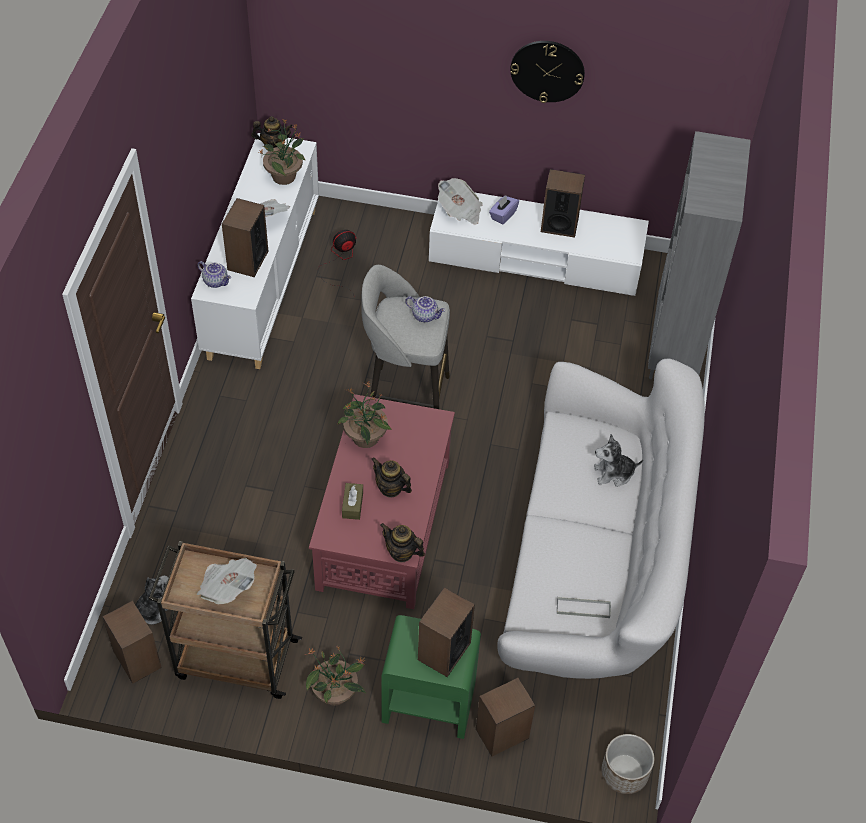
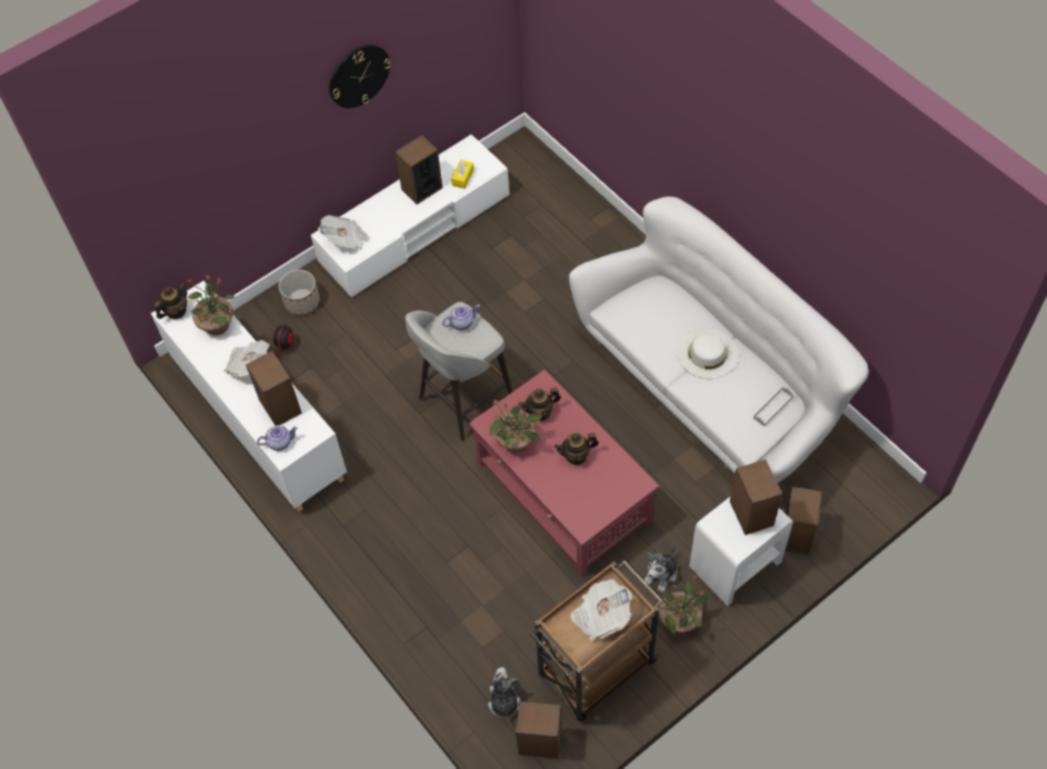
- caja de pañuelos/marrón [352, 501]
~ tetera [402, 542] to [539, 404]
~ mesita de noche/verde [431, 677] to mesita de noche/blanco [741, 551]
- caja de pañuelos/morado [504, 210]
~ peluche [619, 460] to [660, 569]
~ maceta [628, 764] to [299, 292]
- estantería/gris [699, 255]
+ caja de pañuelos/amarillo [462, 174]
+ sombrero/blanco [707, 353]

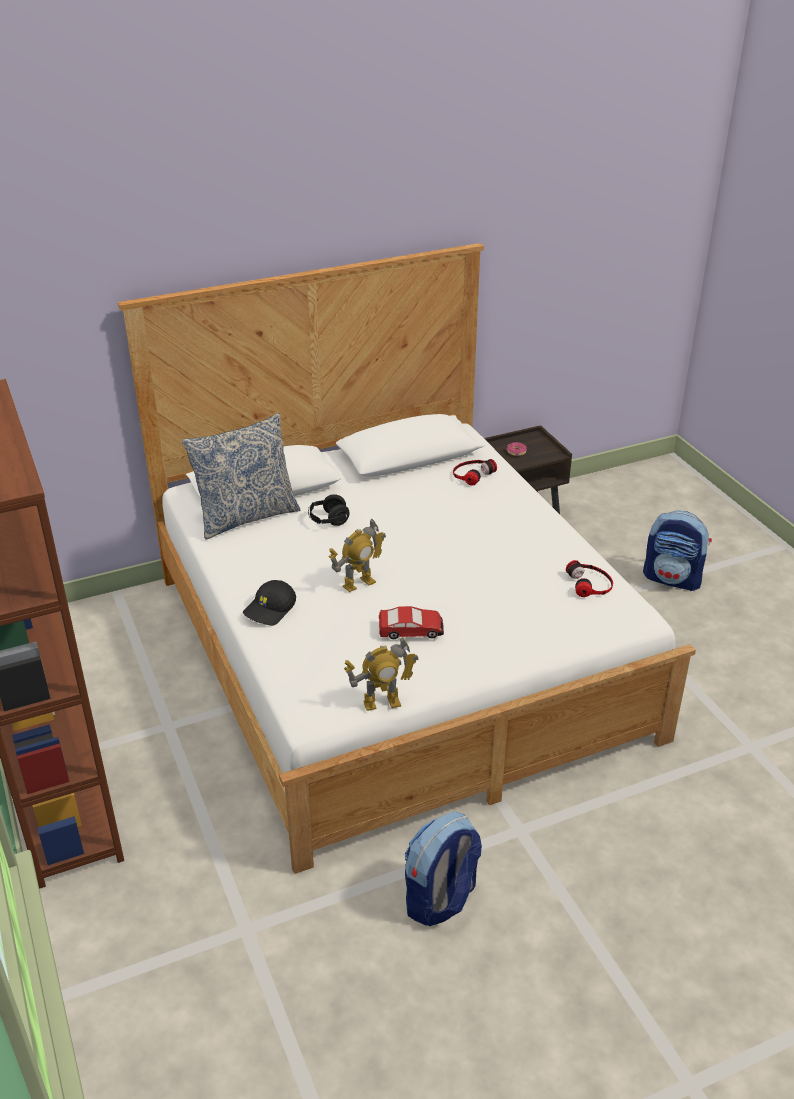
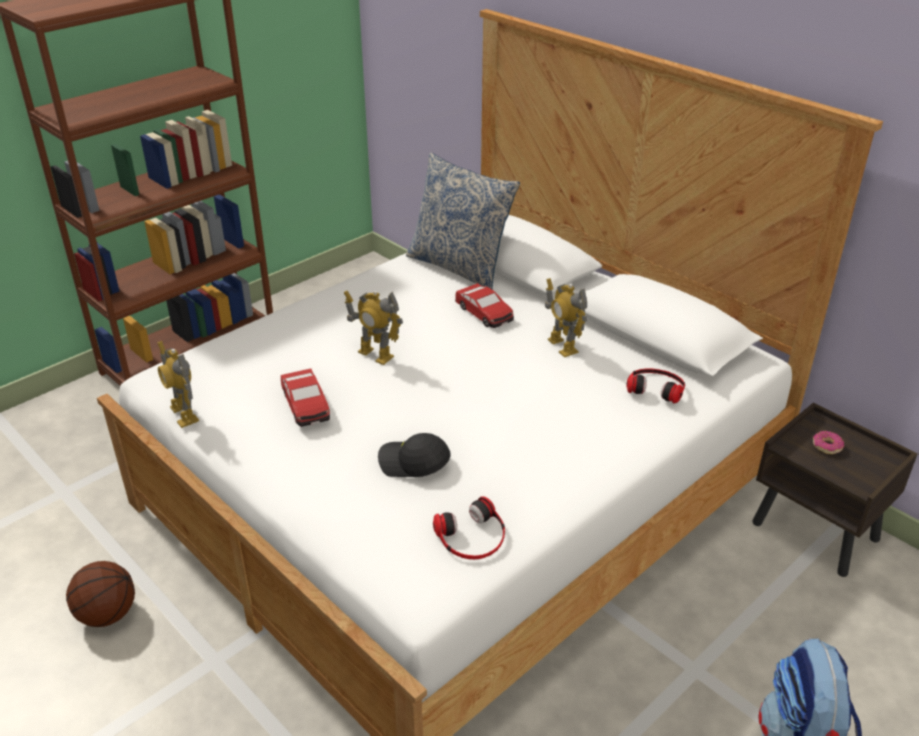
~ gorra/negro [269, 603] to [414, 455]
~ auriculares/negro [329, 510] to coche de juguete [484, 305]
~ mochila [443, 869] to balón de baloncesto [100, 594]
+ robot de juguete [566, 317]

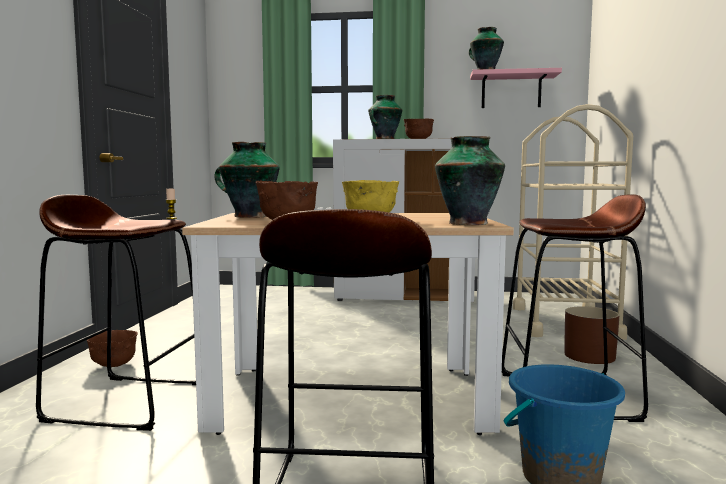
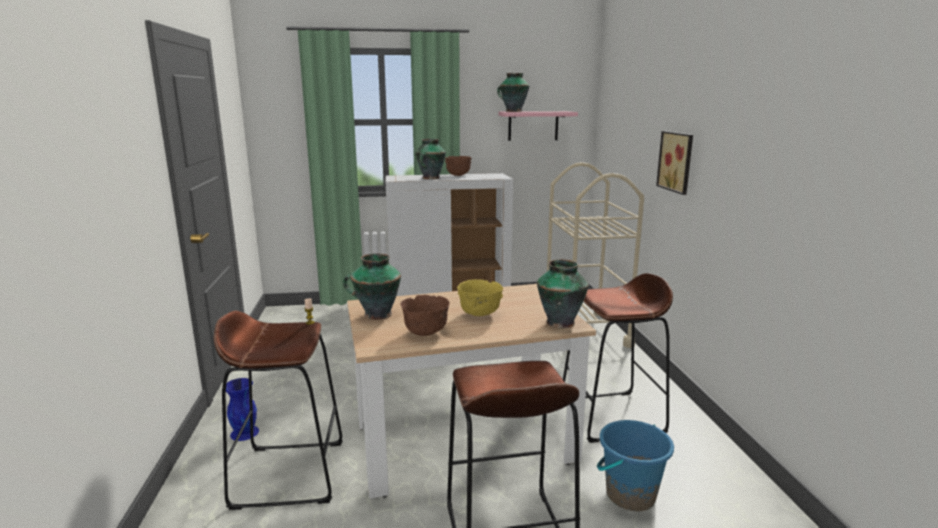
~ cuenco/marrón [112, 348] to florero/azul [242, 409]
- maceta/marrón [591, 335]
+ cuadro [674, 163]

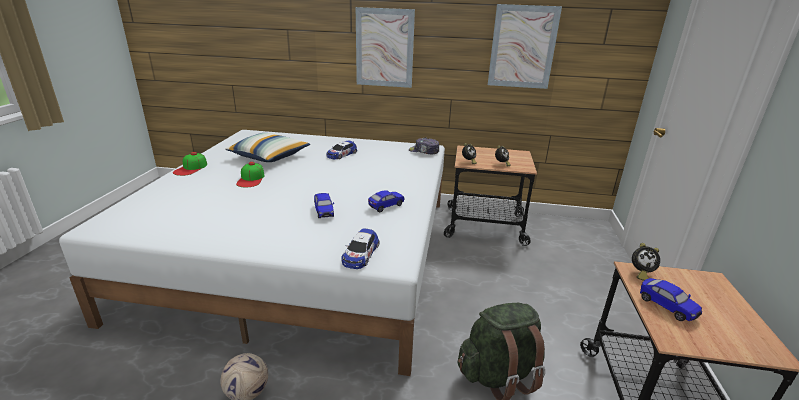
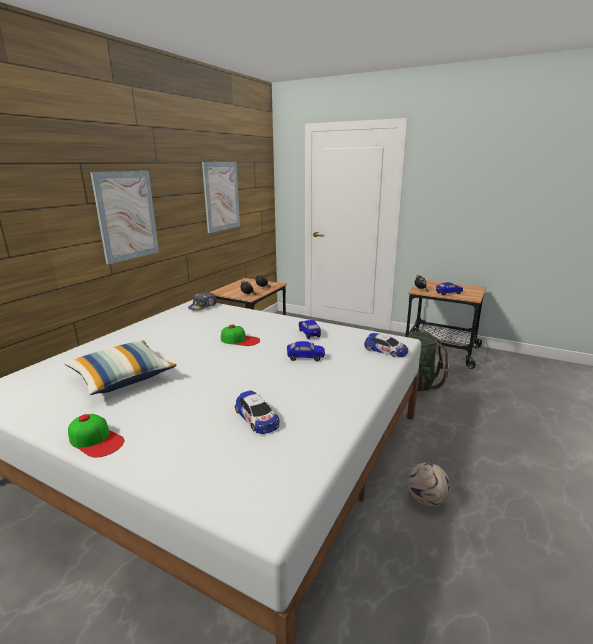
~ gorra [250, 174] to [240, 335]
~ coche de juguete [341, 150] to [257, 412]

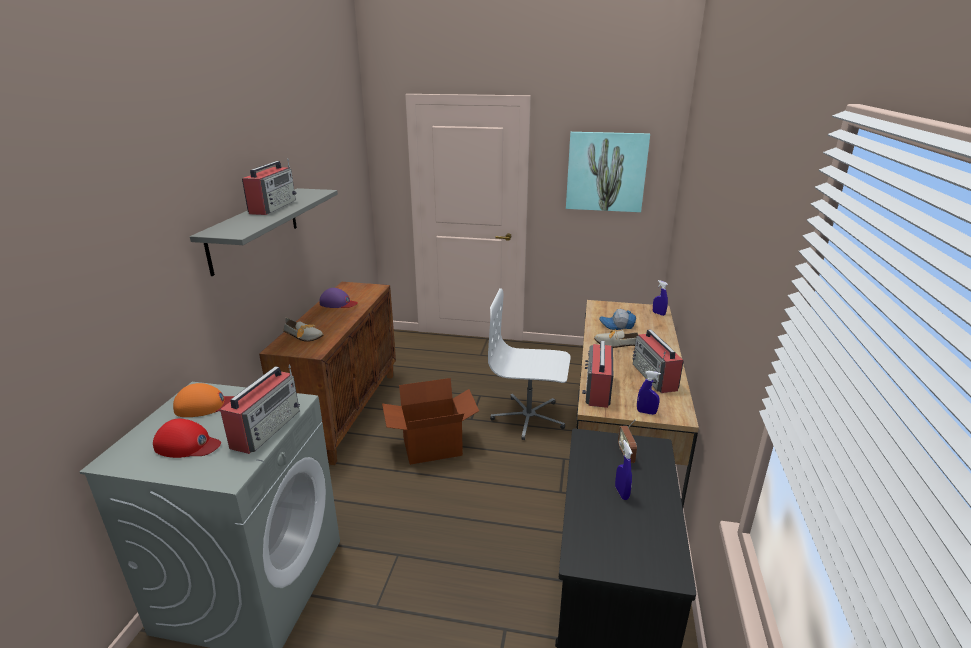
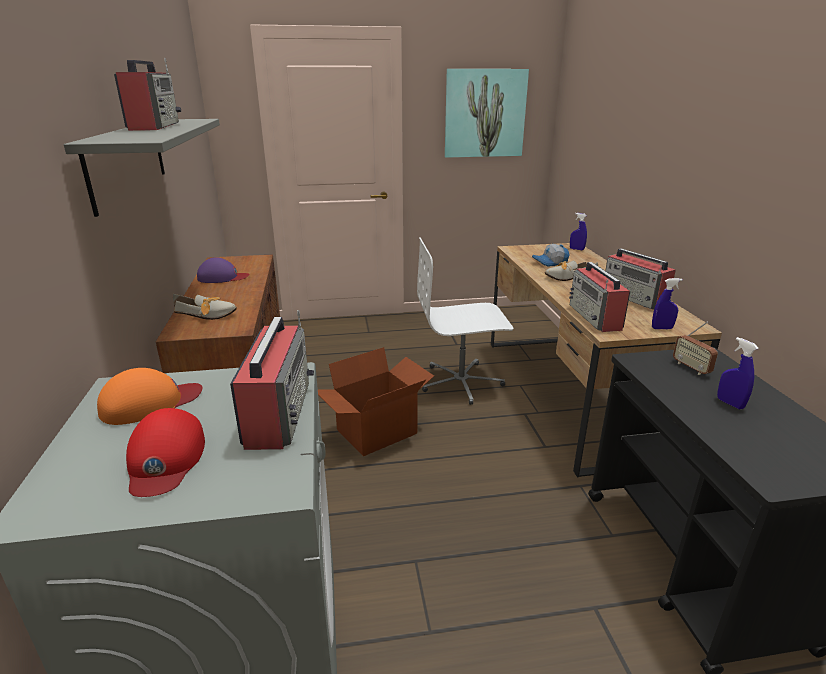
~ gorra/rojo [187, 438] = [165, 452] 90 degrees clockwise

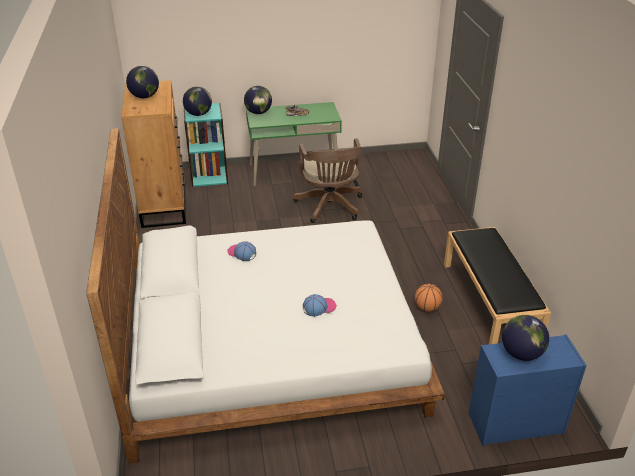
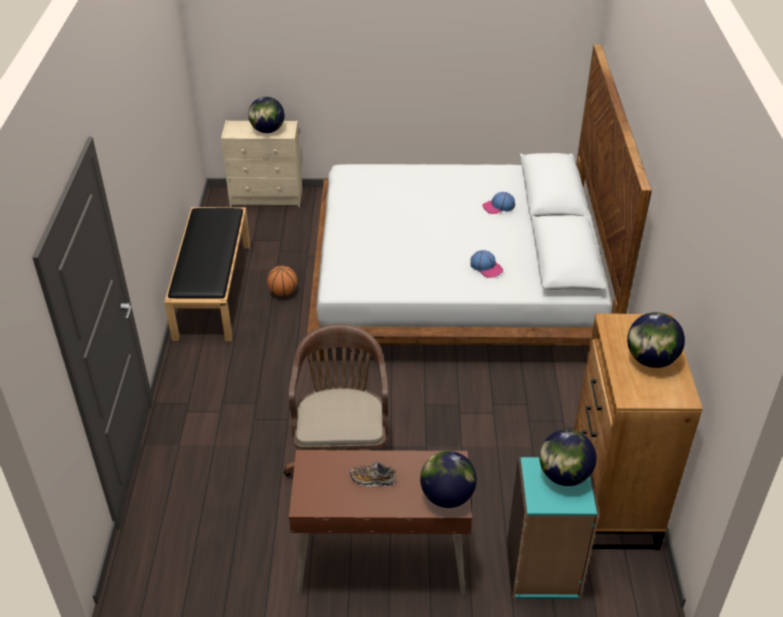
~ escritorio/verde [294, 144] to escritorio/marrón [380, 522]
~ gorra [320, 305] to [498, 203]
~ cómoda/azul [527, 390] to cómoda/beis [261, 163]

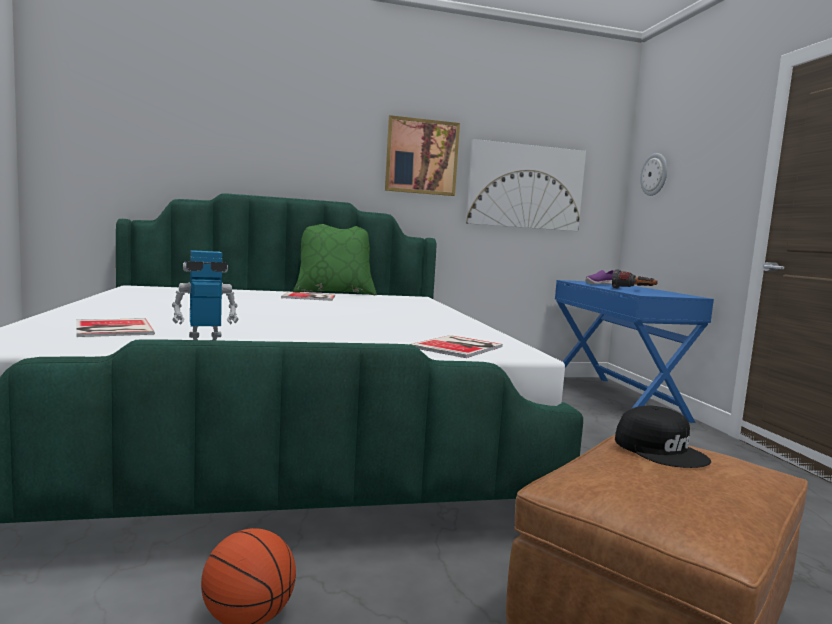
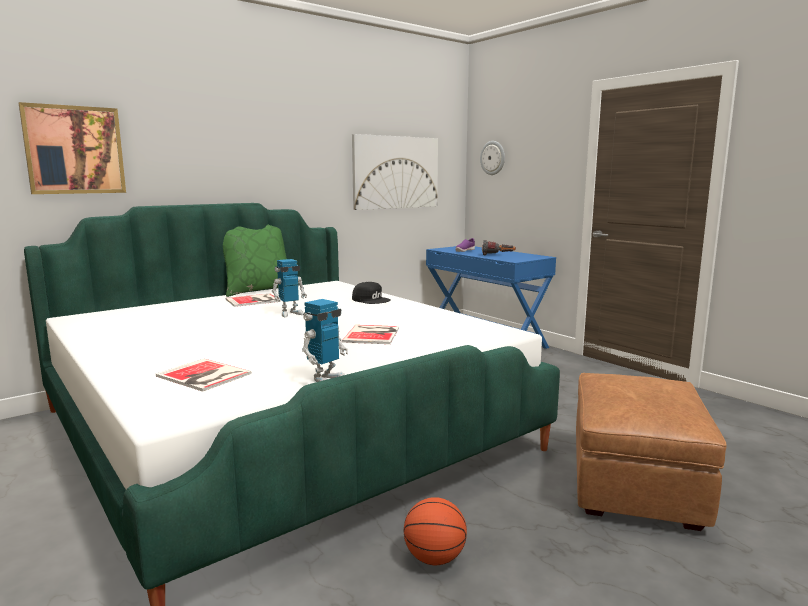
~ cuadro [422, 155] to [72, 148]
~ libro [456, 346] to [370, 334]
~ gorra/negro [663, 437] to [371, 293]
+ robot de juguete [289, 288]

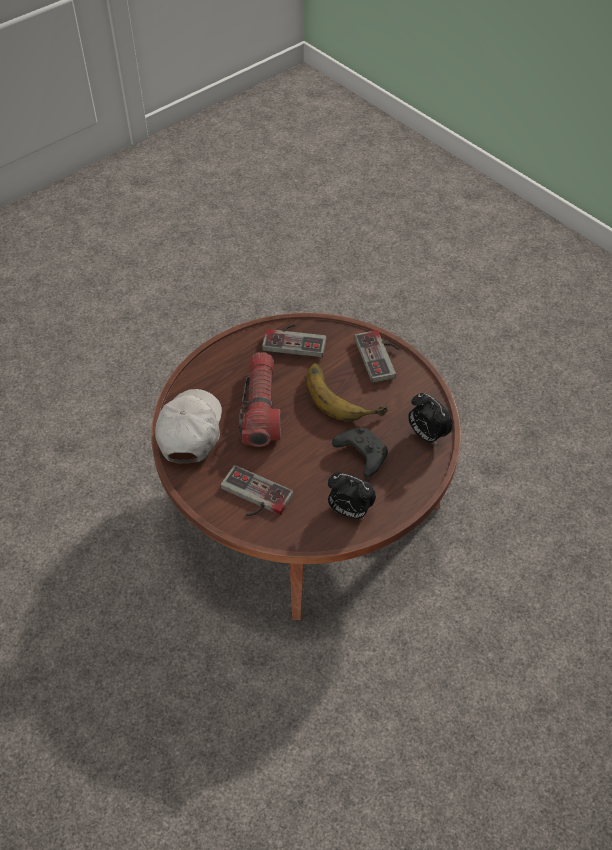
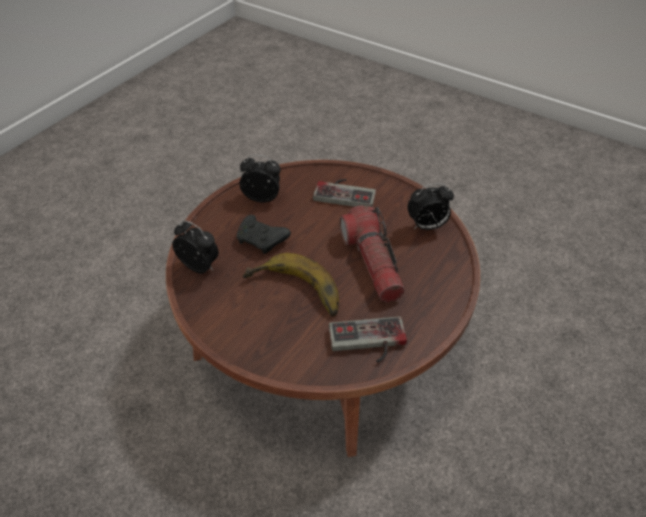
~ gorra/blanco [188, 426] to despertador [430, 206]
- mando de consola [377, 356]

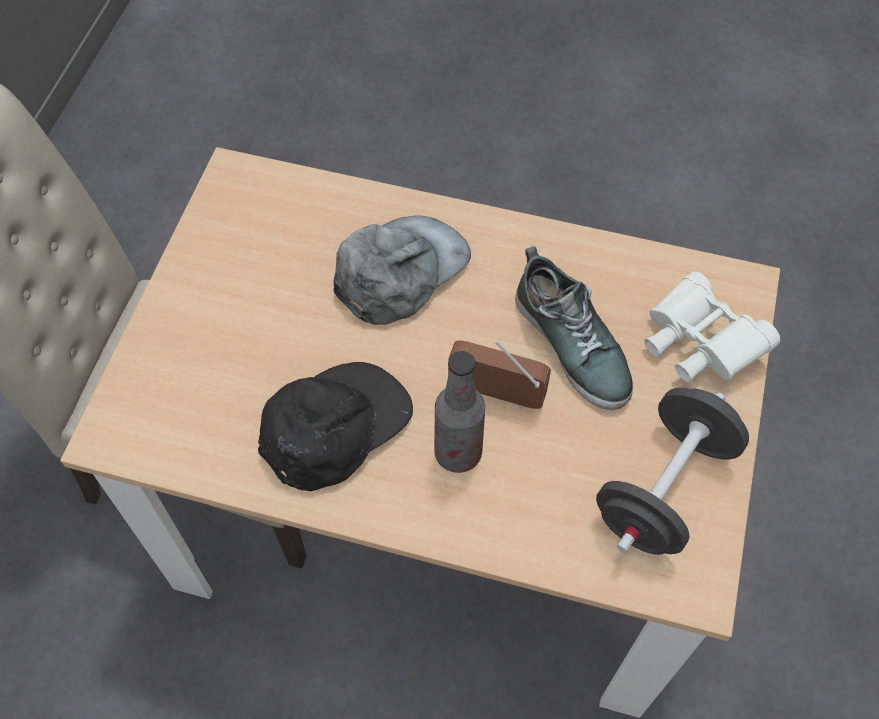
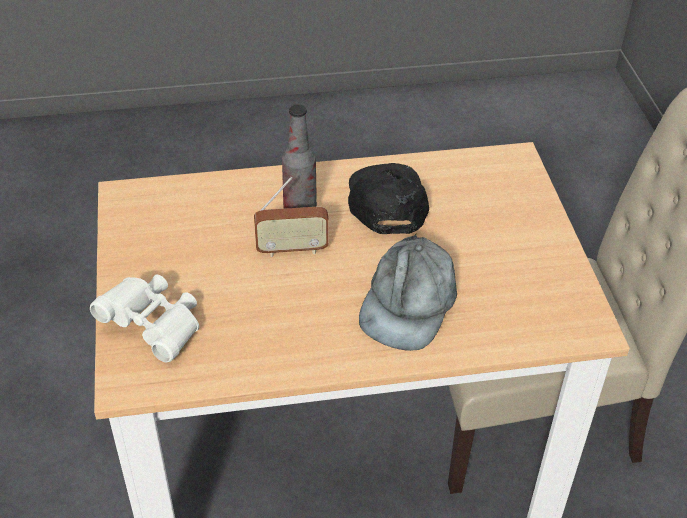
~ gorra/negro [335, 426] = [388, 198] 150 degrees clockwise
- zapato [574, 328]
- mancuerna/negro [672, 471]

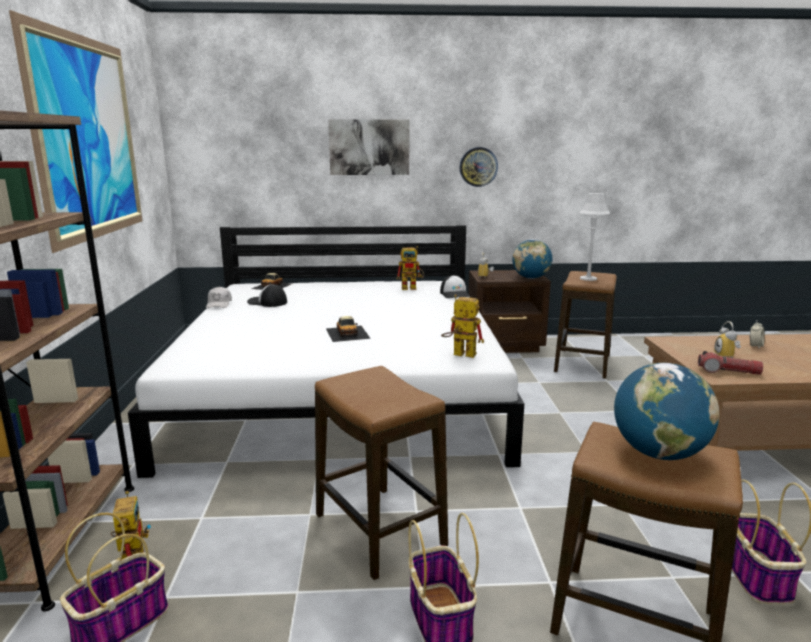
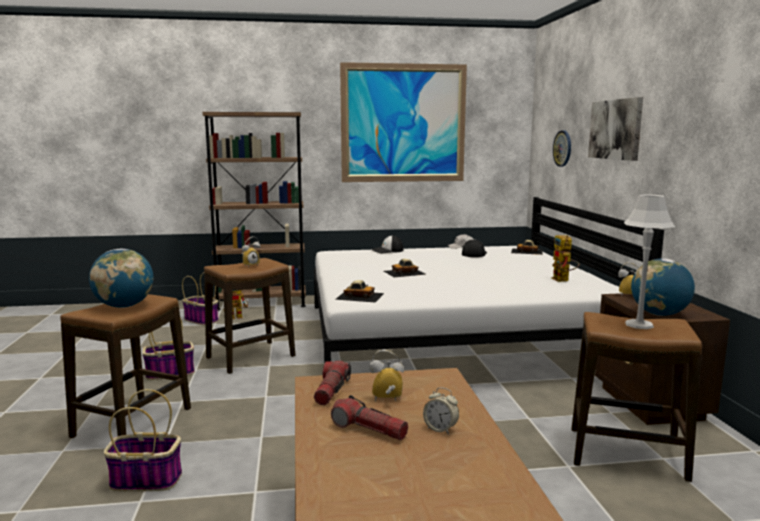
~ gorra [455, 286] to [387, 244]
~ robot de juguete [462, 326] to coche de juguete [359, 291]
~ reloj de pared [479, 167] to [562, 148]
+ despertador [251, 251]
+ linterna [369, 417]

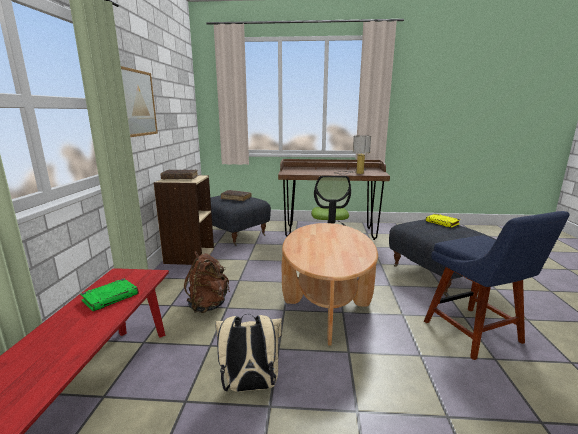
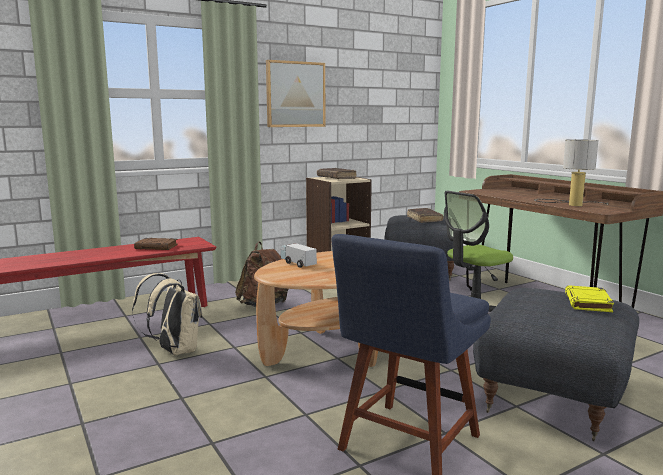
~ libro/verde [109, 295] to libro/marrón [156, 244]
+ camión de juguete [299, 255]

